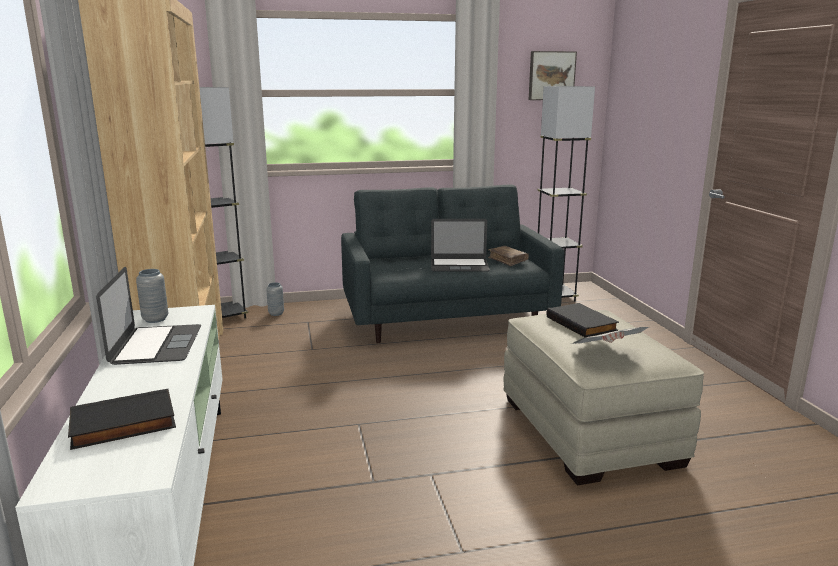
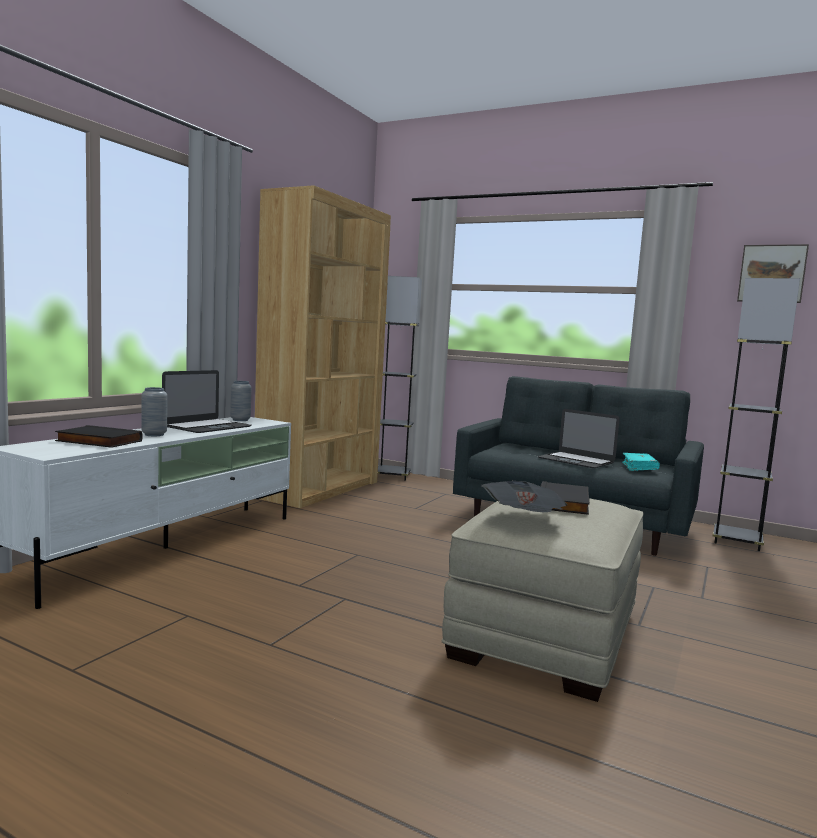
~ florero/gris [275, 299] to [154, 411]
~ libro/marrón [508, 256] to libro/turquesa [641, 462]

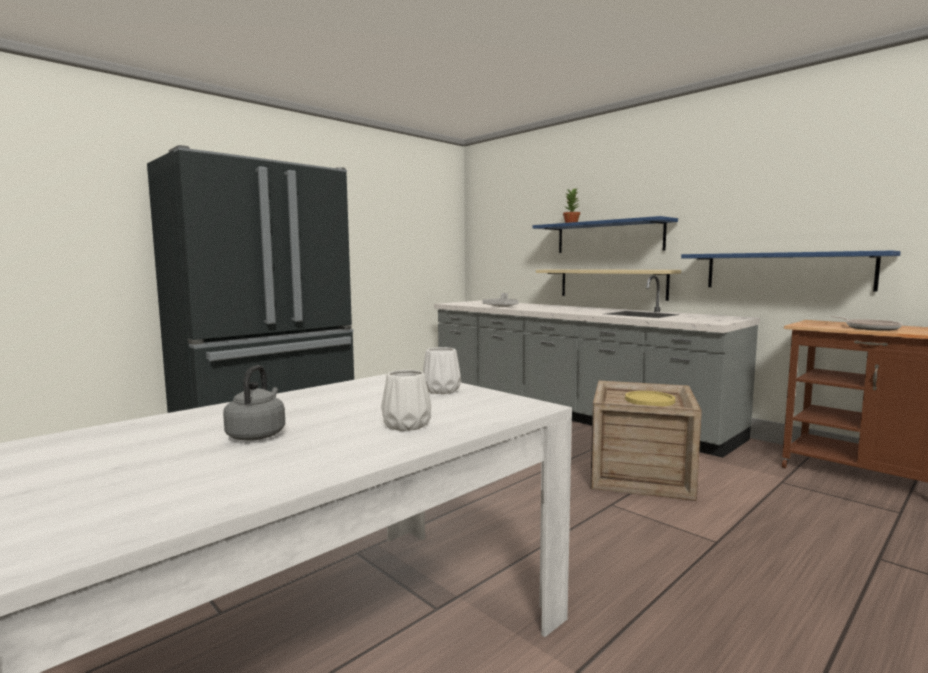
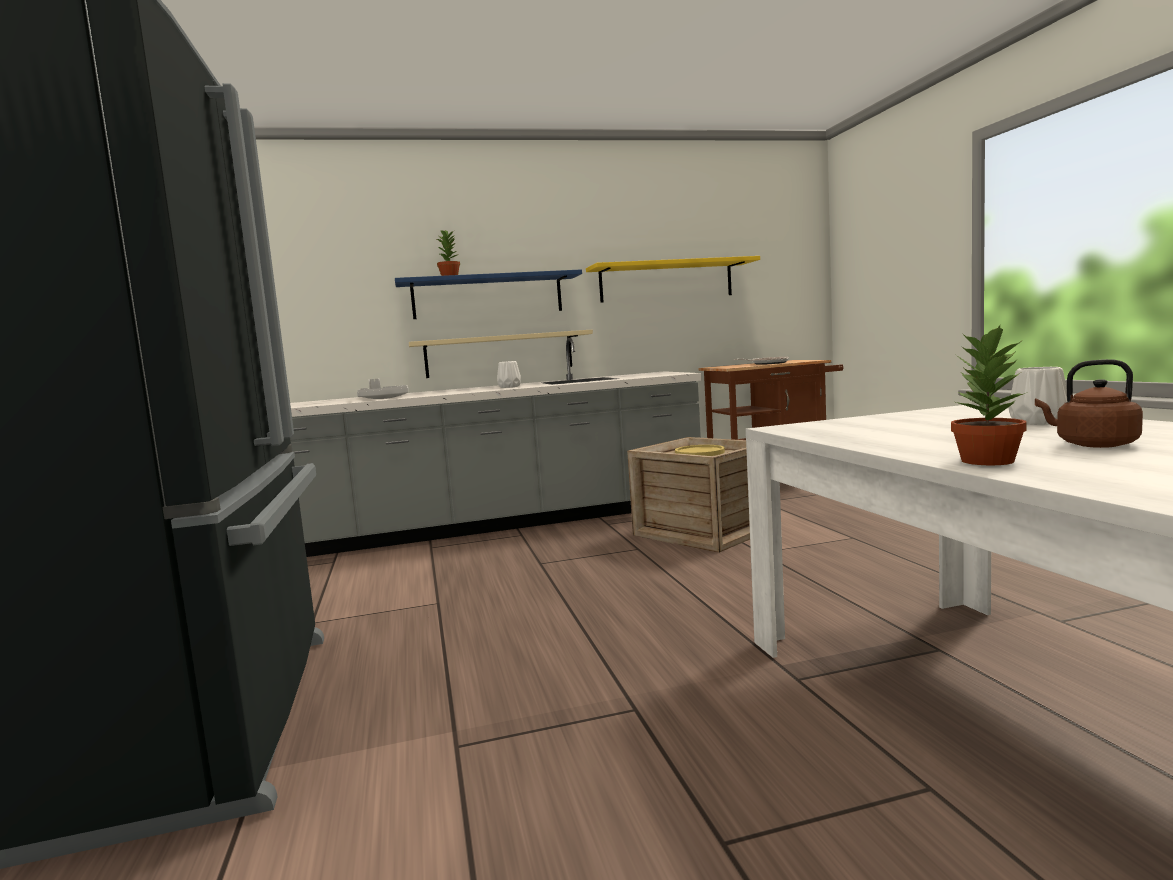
~ hervidor/gris [254, 403] to hervidor/marrón [1089, 403]
~ florero/blanco [442, 370] to [509, 374]
- estante/azul [791, 271]
+ estante/amarillo [673, 279]
+ planta en maceta [989, 395]

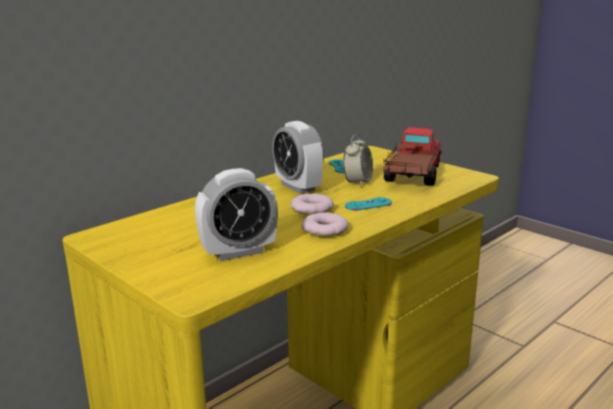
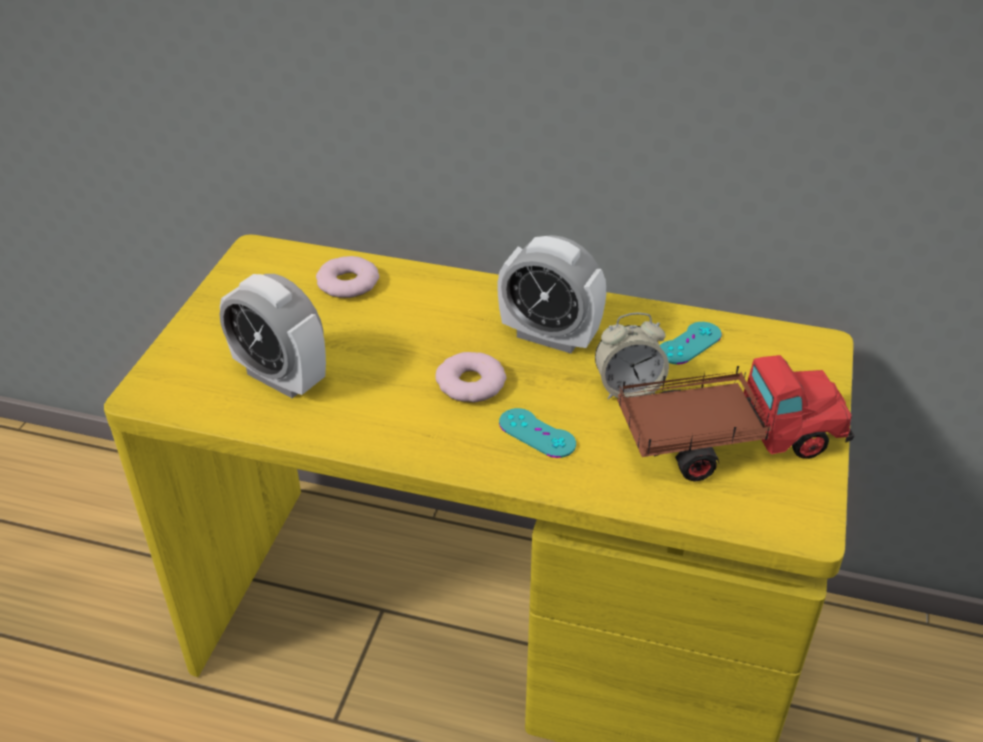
~ despertador [298, 157] = [552, 294] 90 degrees counterclockwise
~ rosquilla [324, 224] to [347, 277]

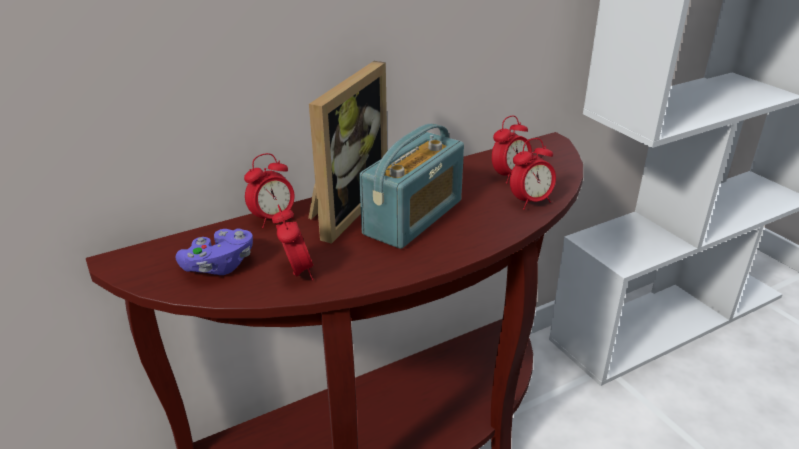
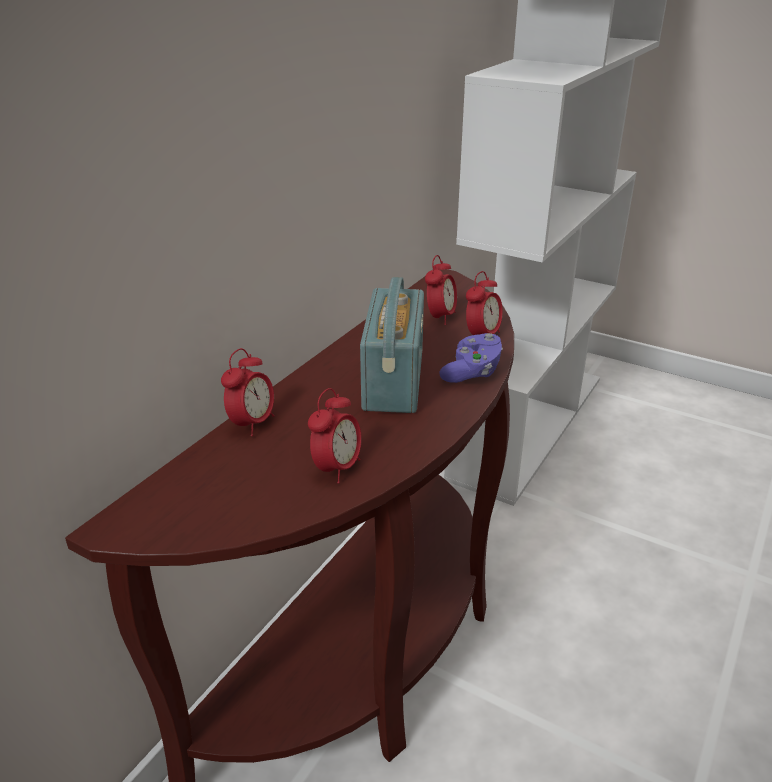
~ mando de consola/morado [214, 252] to [471, 358]
~ despertador [292, 242] = [335, 436] 75 degrees clockwise
- portarretratos [347, 152]

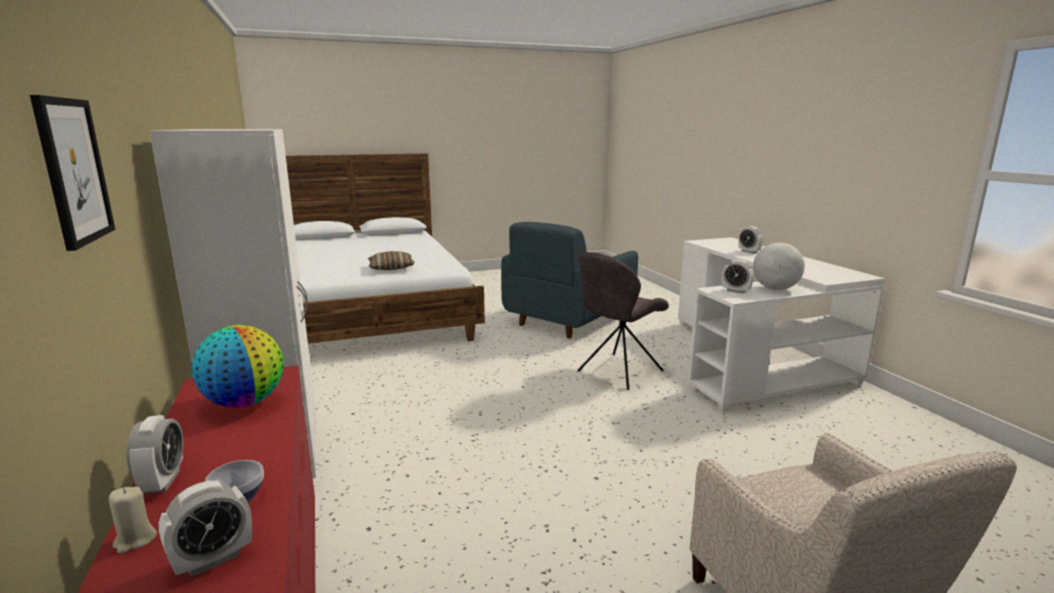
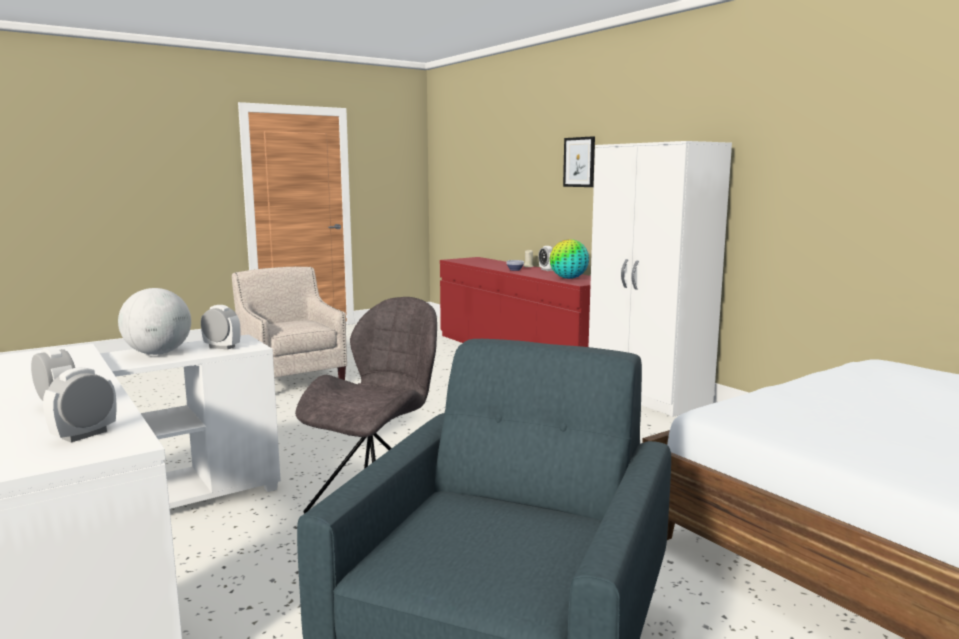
~ despertador [205, 529] to [79, 405]
- cojín [391, 260]

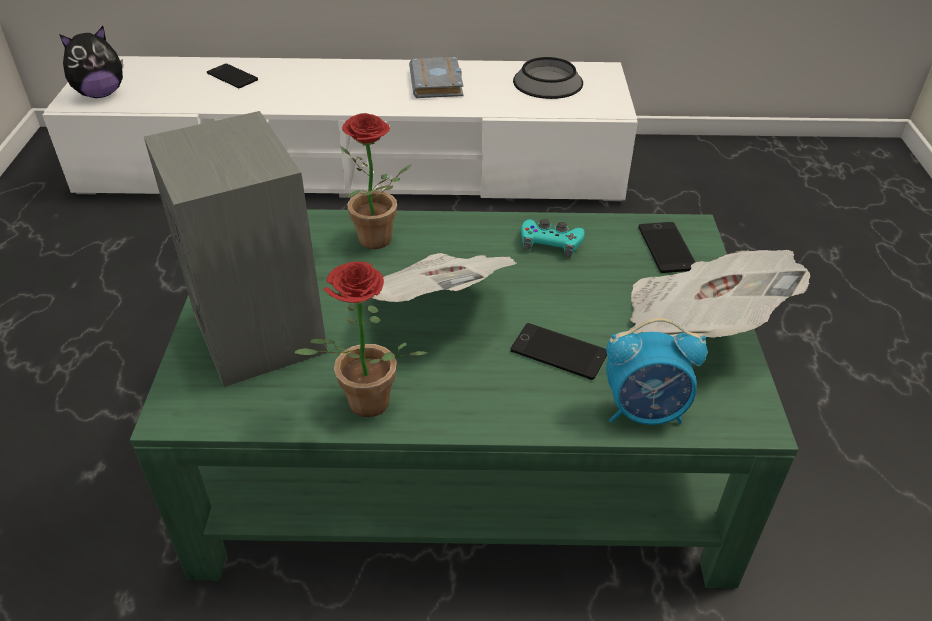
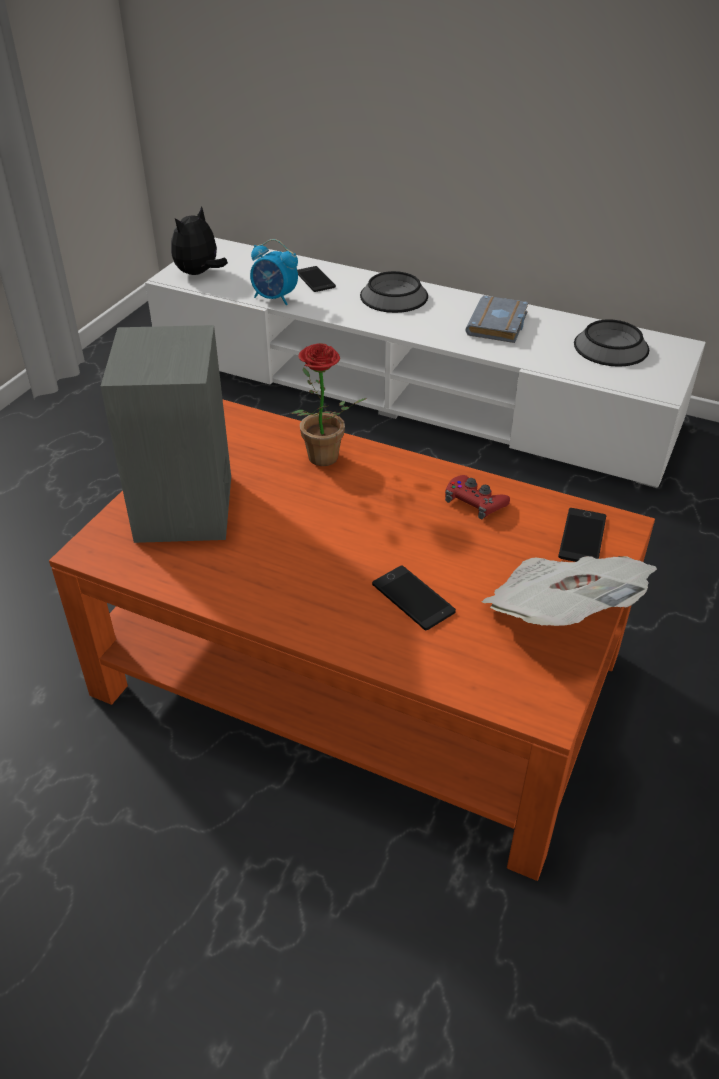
~ peluche [91, 62] = [199, 241] 135 degrees clockwise
~ mesa de centro/verde [464, 398] to mesa de centro/naranja [352, 640]
- planta en maceta [361, 339]
- periódico [444, 277]
~ mando de consola/turquesa [553, 238] to mando de consola/rojo [477, 497]
~ despertador [656, 371] to [274, 272]
+ cuenco [394, 292]

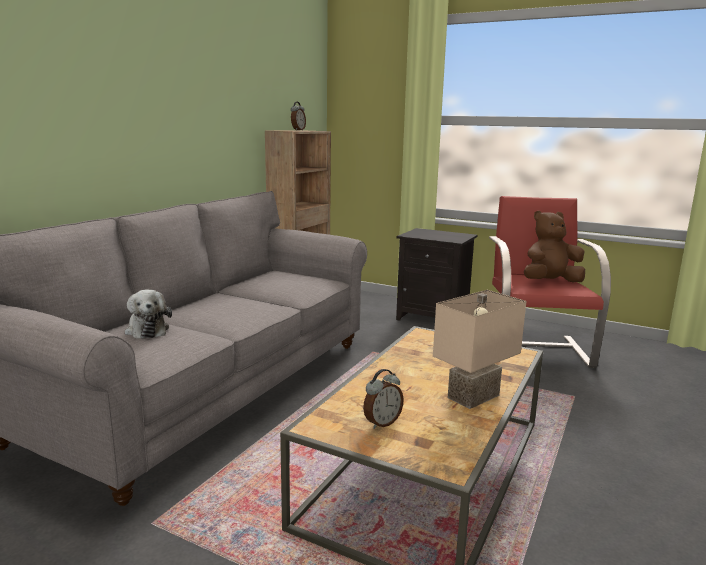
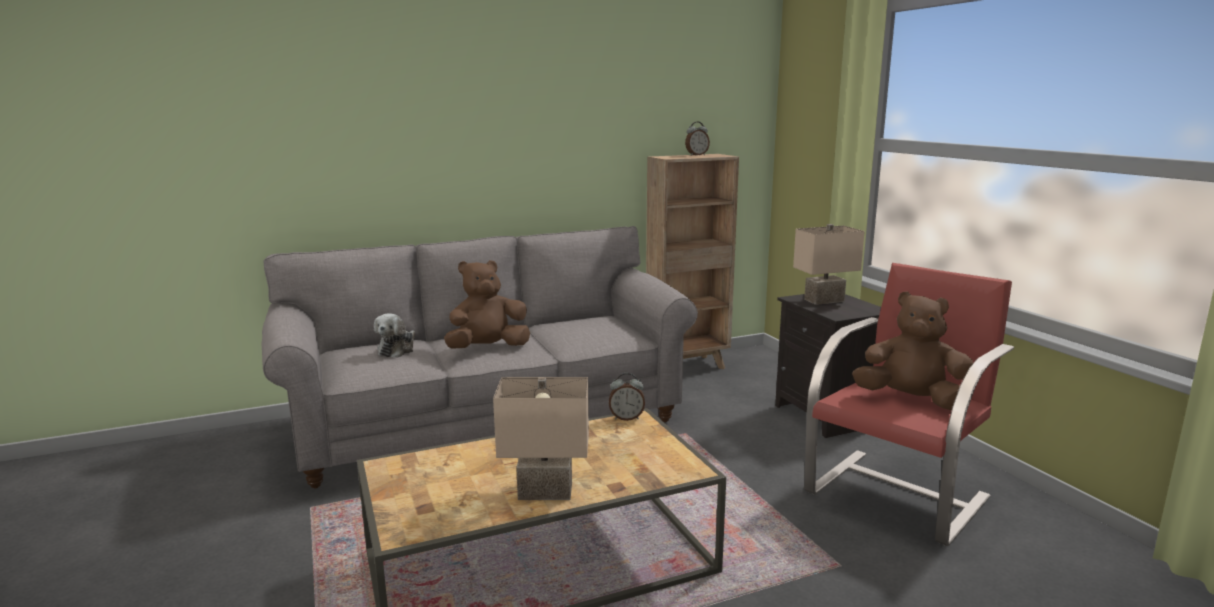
~ despertador [383, 399] to [627, 397]
+ peluche/marrón [487, 304]
+ lámpara de mesa/beis [829, 264]

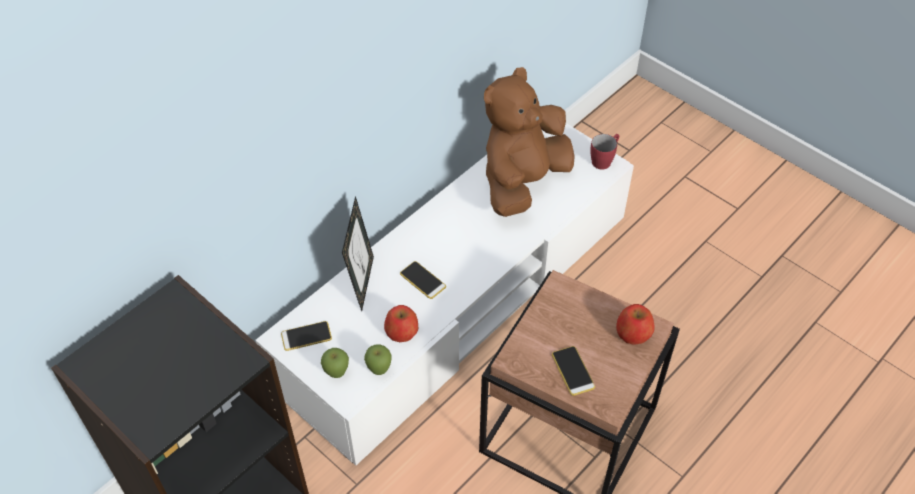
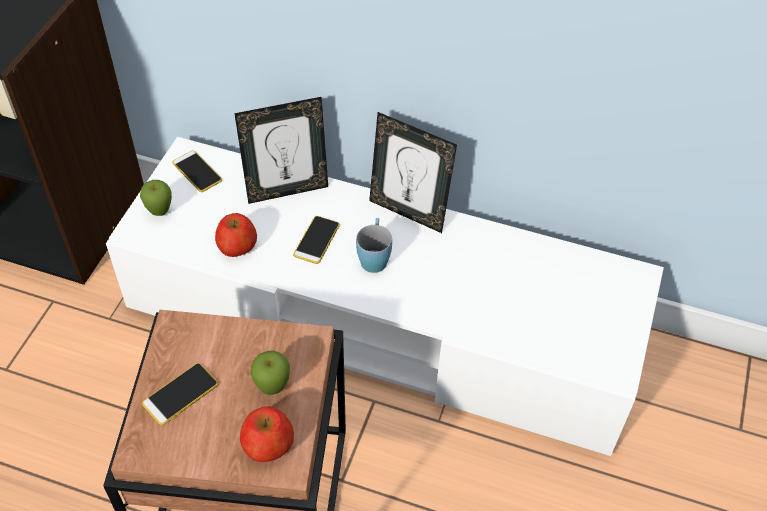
~ manzana [378, 359] to [270, 372]
- peluche/marrón [529, 142]
- taza grande/rojo [604, 152]
+ taza grande/azul [374, 245]
+ portarretratos [413, 172]

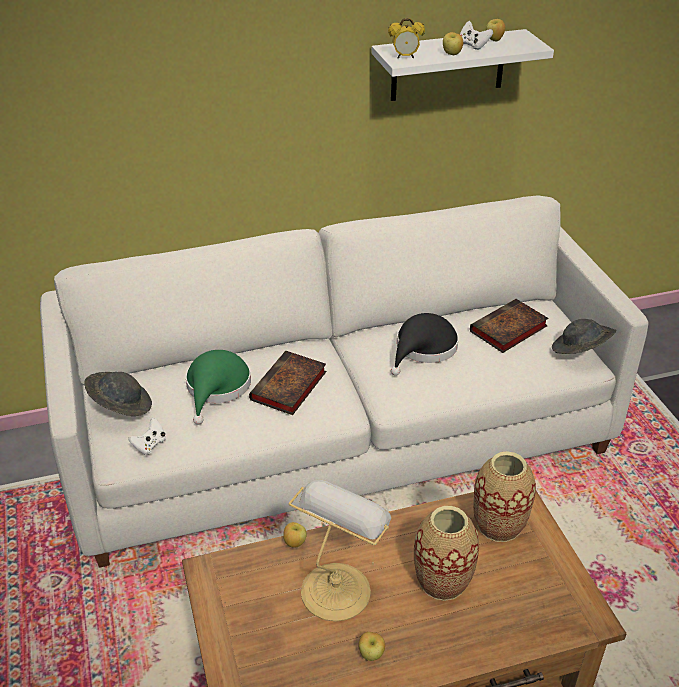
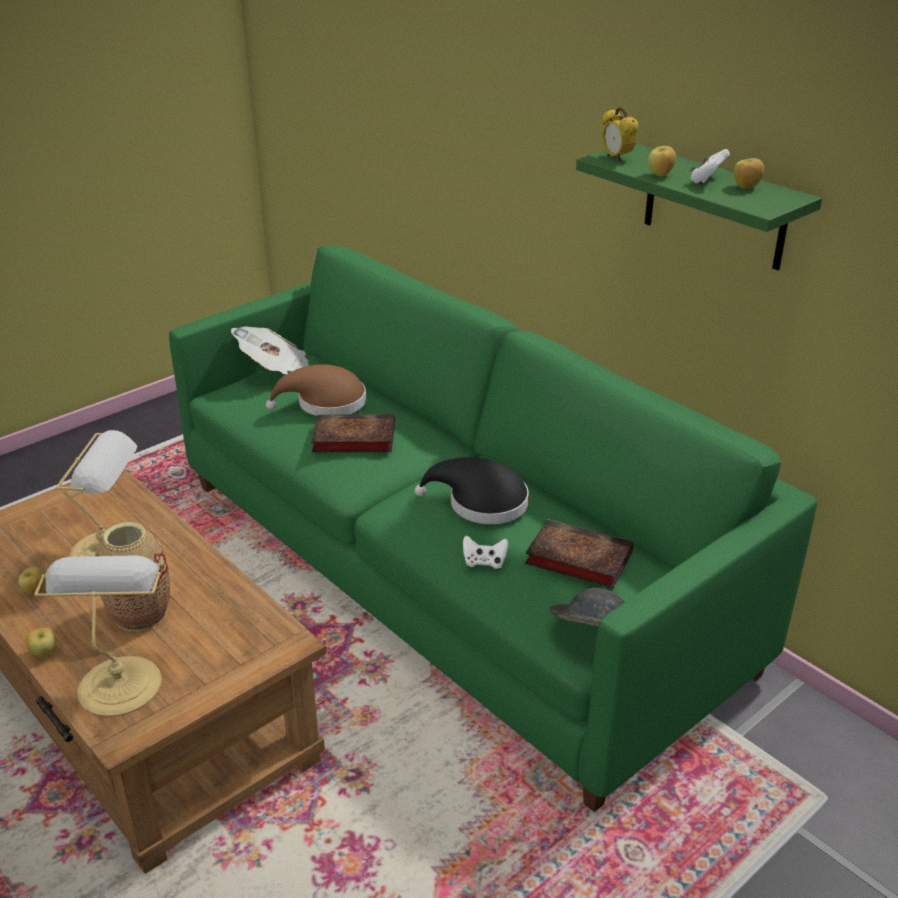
~ sofá/blanco [344, 381] to sofá/verde [493, 529]
~ sombrero/gris [118, 394] to periódico [270, 350]
~ mando de consola/blanco [147, 436] to [485, 552]
~ sombrero/verde [218, 387] to sombrero/marrón [316, 390]
~ manzana [295, 535] to [40, 642]
~ estante/blanco [463, 65] to estante/verde [699, 207]
- florero [504, 496]
+ lámpara de mesa [98, 636]

